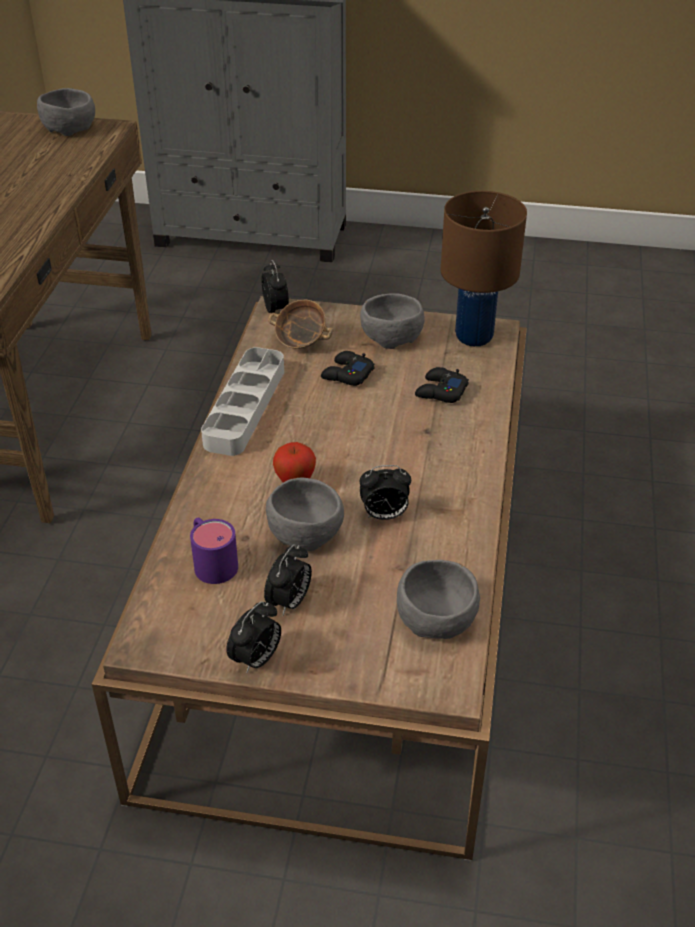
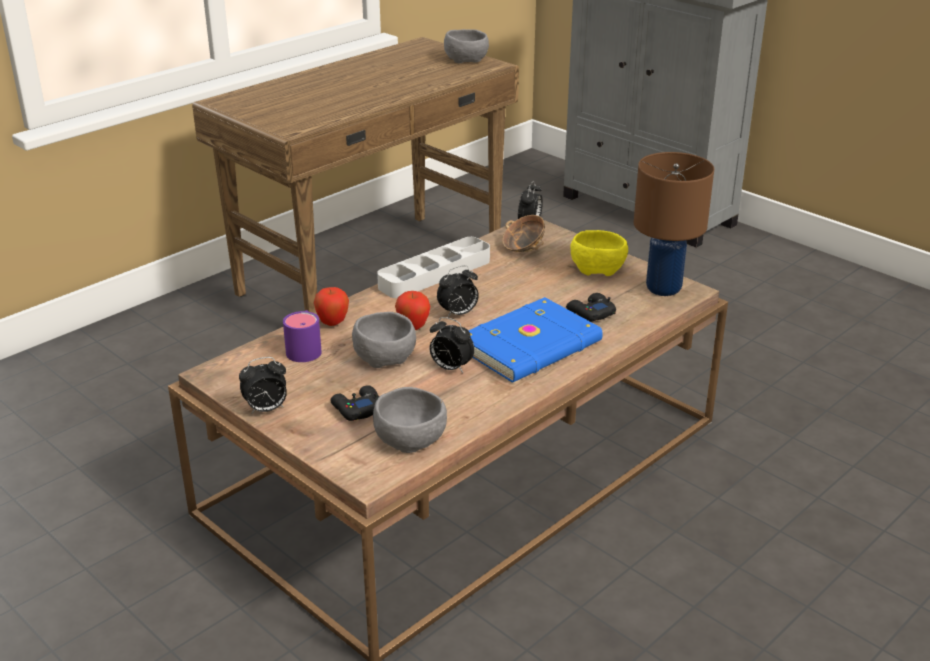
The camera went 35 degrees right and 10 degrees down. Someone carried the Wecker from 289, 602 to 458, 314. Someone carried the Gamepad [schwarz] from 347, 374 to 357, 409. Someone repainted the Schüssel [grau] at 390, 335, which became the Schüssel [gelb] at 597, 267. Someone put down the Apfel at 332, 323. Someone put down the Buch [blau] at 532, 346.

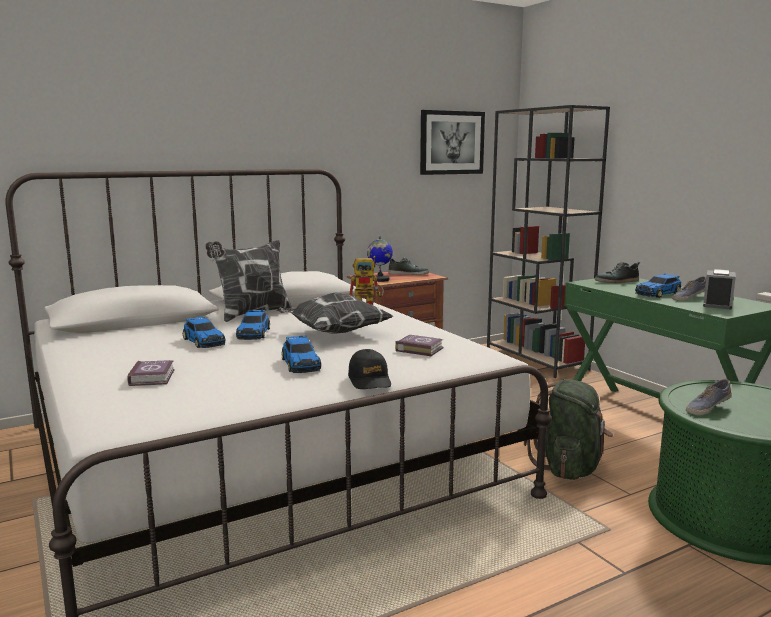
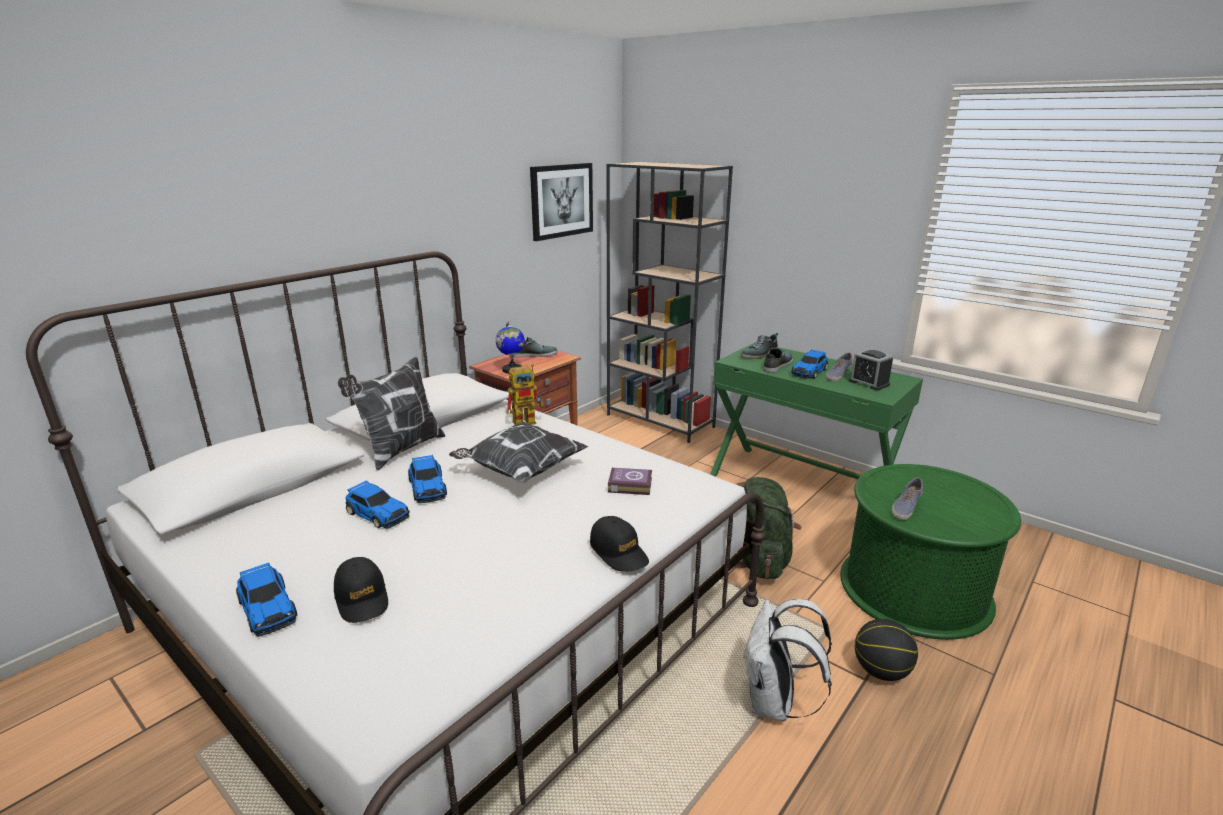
The camera went 20 degrees left and 10 degrees up. Someone swapped the Buch at 153, 377 for the Kappe [schwarz] at 362, 598. Someone carried the Spielzeugauto from 301, 364 to 268, 608. Someone rotated the Wecker at 717, 304 by 135 degrees clockwise. Someone put down the Rucksack [weiß] at 774, 703. Someone put down the Schuh at 777, 365. Someone put down the Basketball at 881, 671.

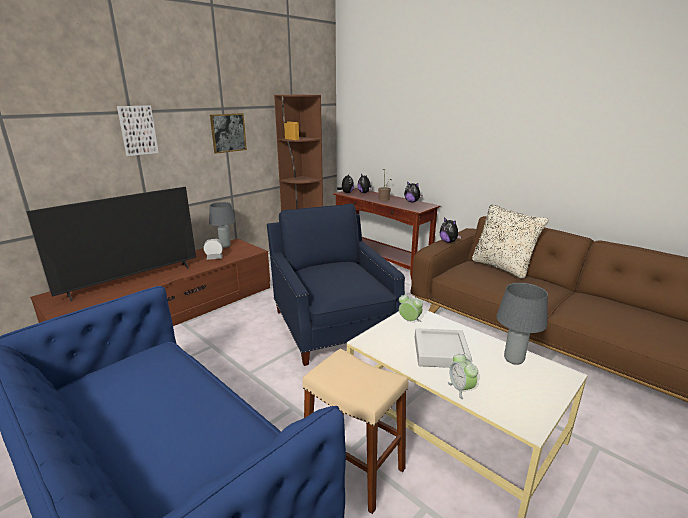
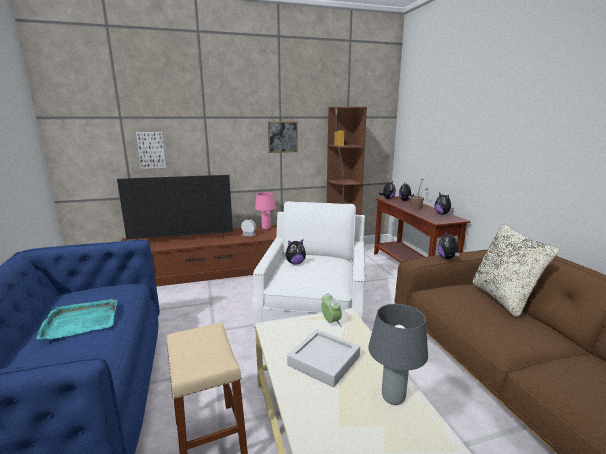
The camera went 30 degrees right and 5 degrees down. Someone carried the Bild from 137, 130 to 151, 150. Someone repainted the Tischlampe [grau] at 224, 246, which became the Tischlampe [rosa] at 265, 228. Someone repainted the Sessel [blau] at 334, 324, which became the Sessel [weiß] at 314, 313. Someone took away the Wecker at 461, 389. Someone put down the Tablett [türkis] at 81, 321. Someone put down the Plüschtier at 295, 263.

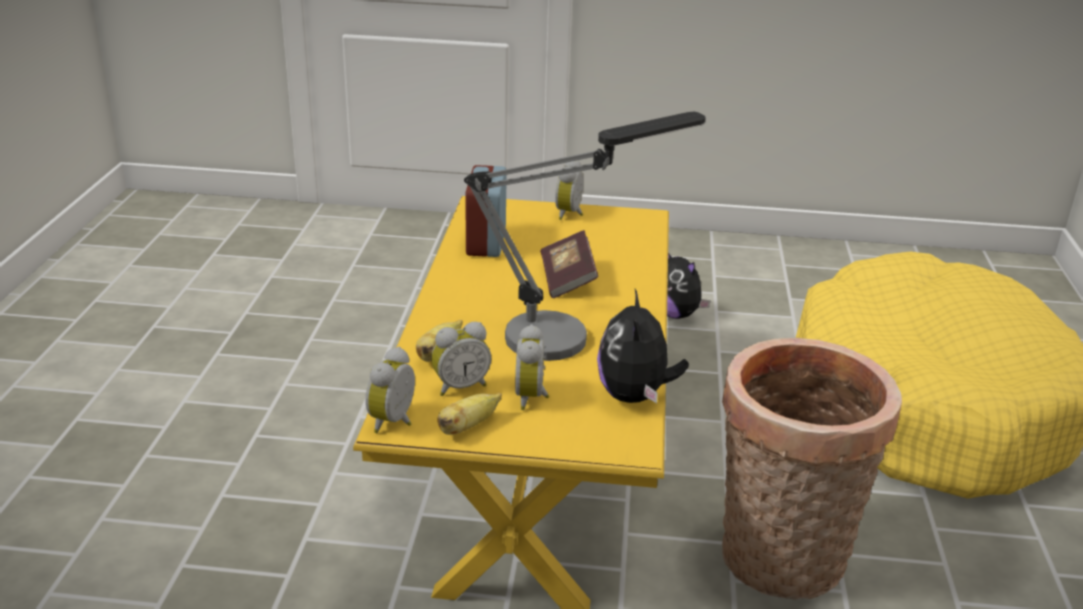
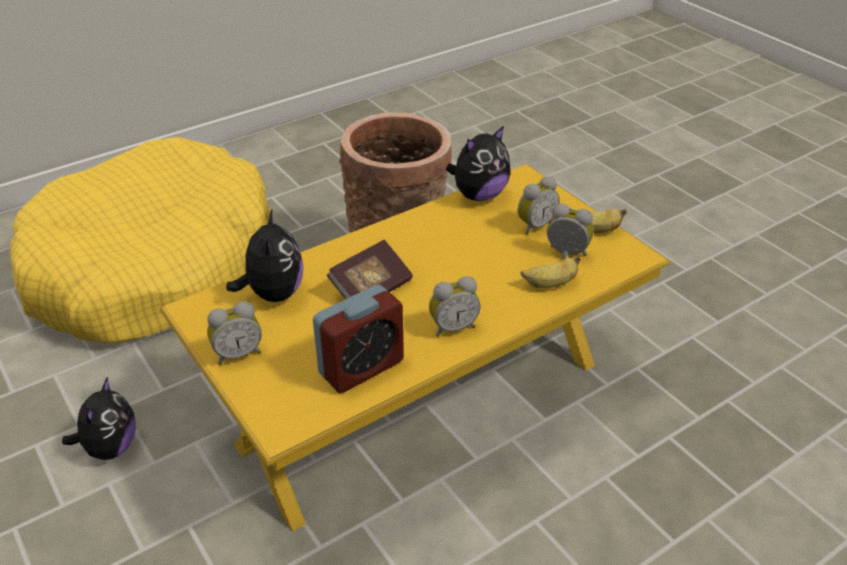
The camera went 130 degrees left and 10 degrees up. Someone carried the Wecker from 395, 422 to 452, 327. Someone took away the Tischlampe at 569, 334. Someone put down the Plüschtier at 273, 293.

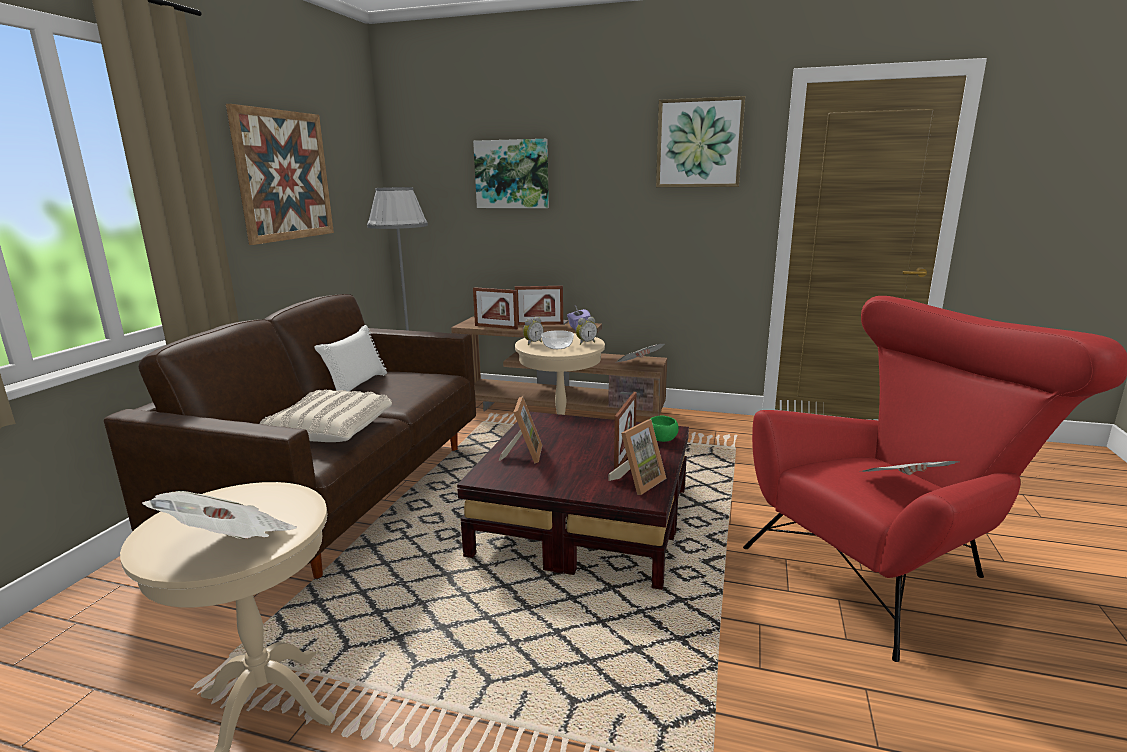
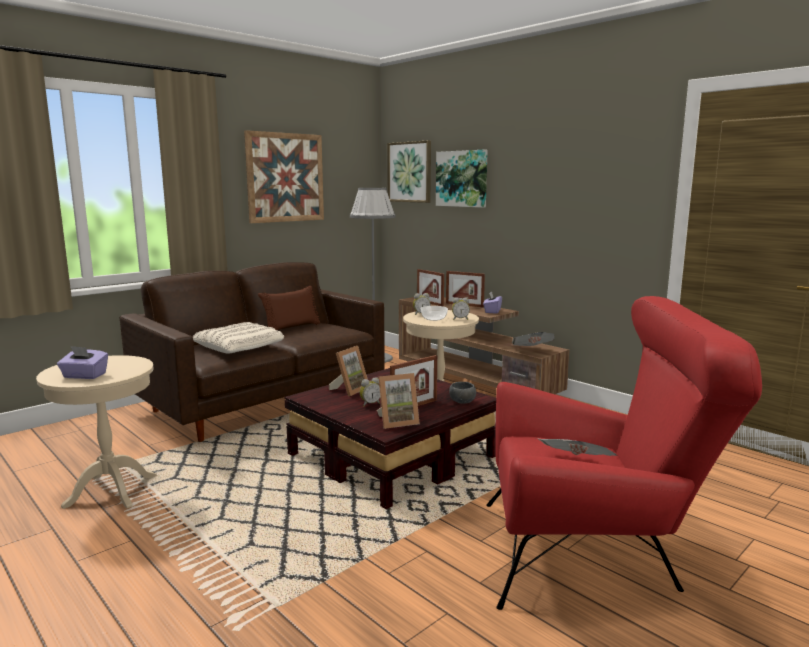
The camera went 30 degrees right and 5 degrees down. Someone swapped the Zeitung at 231, 543 for the Taschentuchbox [lila] at 84, 376. Someone repainted the Kissen [weiß] at 357, 386, which became the Kissen [braun] at 291, 328. Someone repainted the Schüssel [grün] at 661, 439, which became the Schüssel [grau] at 461, 402. Someone carried the Bild from 699, 143 to 410, 172. Someone put down the Wecker at 370, 404.

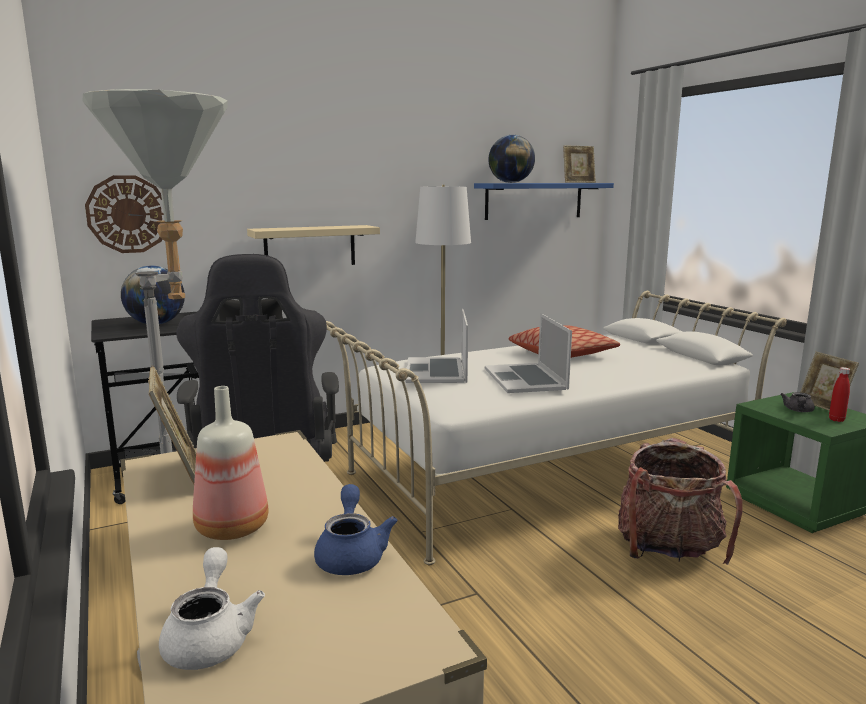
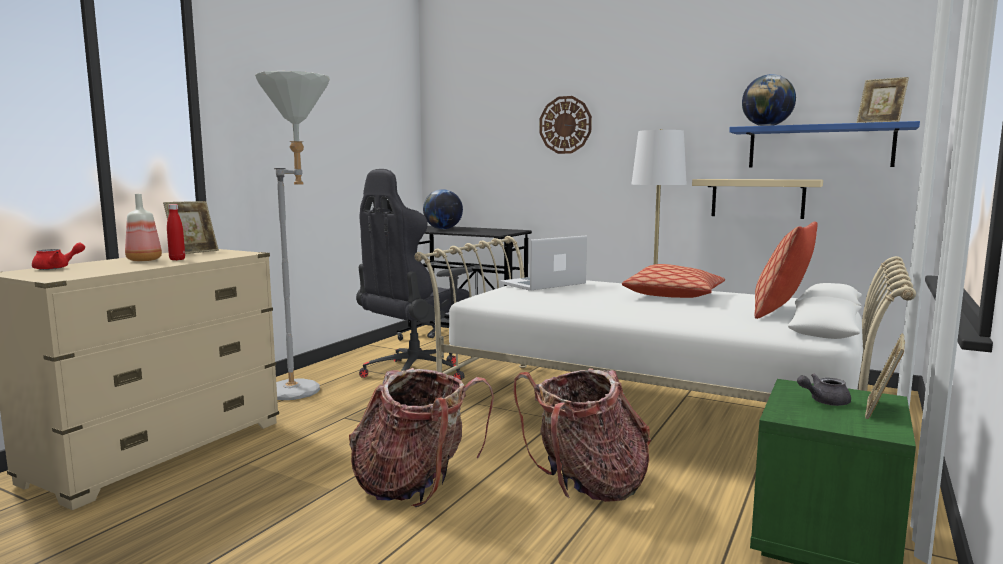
The camera went 55 degrees right and 5 degrees down. Someone carried the Wanduhr from 128, 214 to 565, 125. Someone repainted the Teekanne [weiß] at 211, 636, which became the Teekanne [rot] at 57, 268. Someone carried the Wandregal [beige] from 310, 247 to 757, 198. Someone took away the Teekanne [blau] at 352, 554. Someone took away the Laptop at 525, 378. Someone carried the Flasche [rot] from 836, 419 to 177, 259. Someone put down the Rucksack at 416, 485. Someone put down the Kissen at 781, 312.

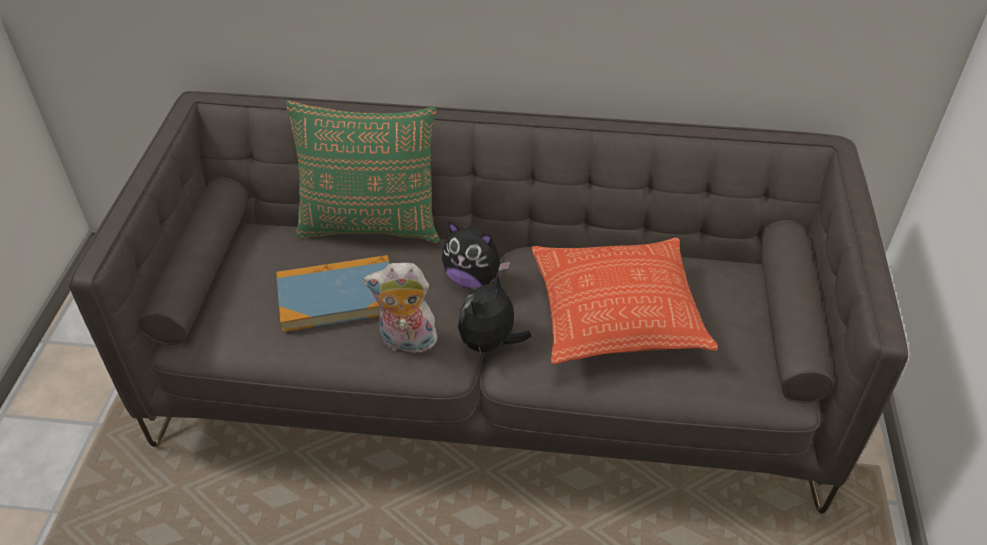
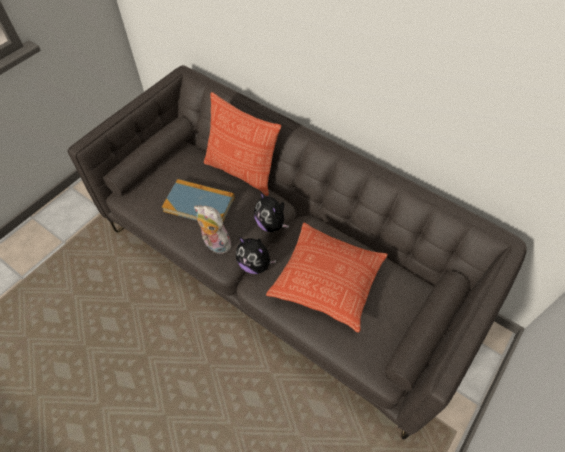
The camera went 30 degrees right and 10 degrees up. Someone repainted the Kissen [grün] at 370, 227, which became the Kissen [orange] at 242, 172. Someone rotated the Plüschtier at 490, 343 by 120 degrees counterclockwise.

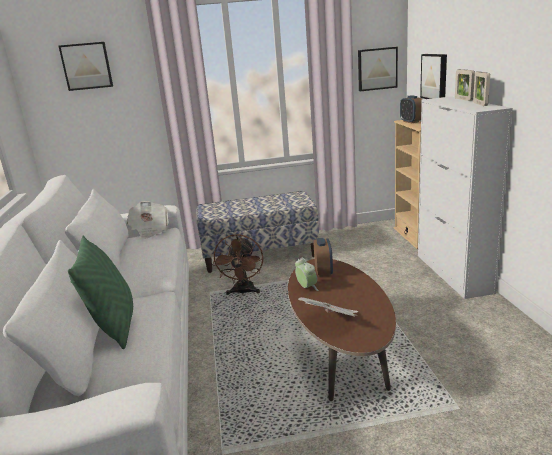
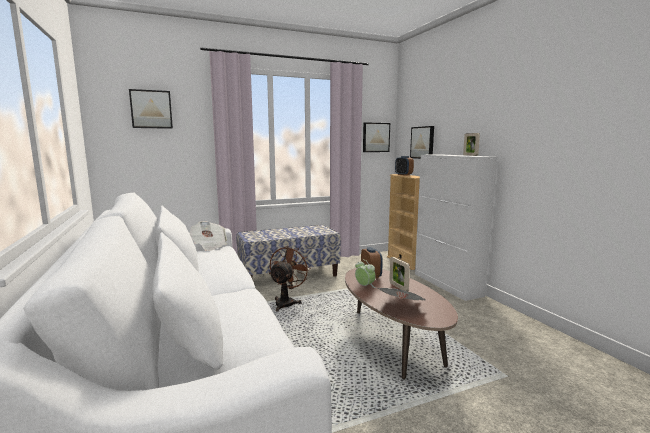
The camera went 15 degrees left and 10 degrees down. Someone took away the Kissen [grün] at 114, 326. Someone rotated the Ventilator [braun] at 243, 292 by 150 degrees counterclockwise. Someone carried the Bilderrahmen from 463, 99 to 398, 287.

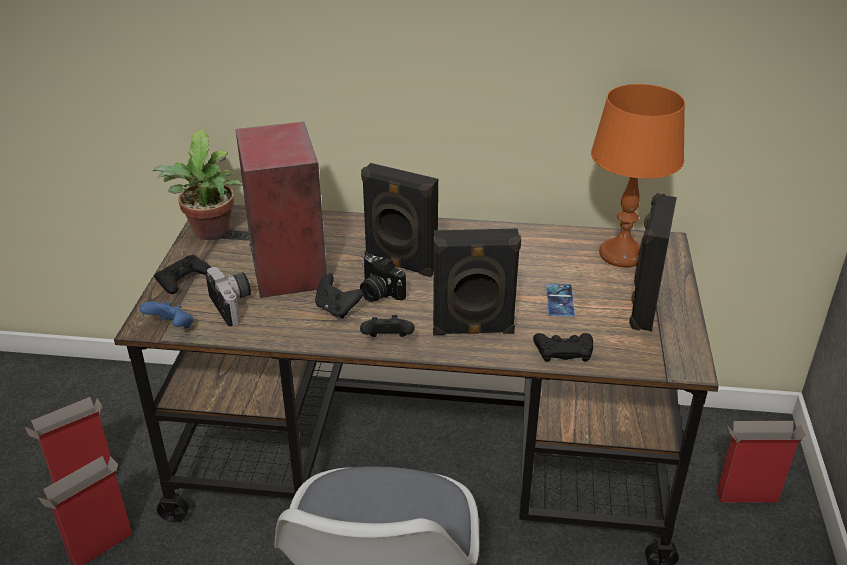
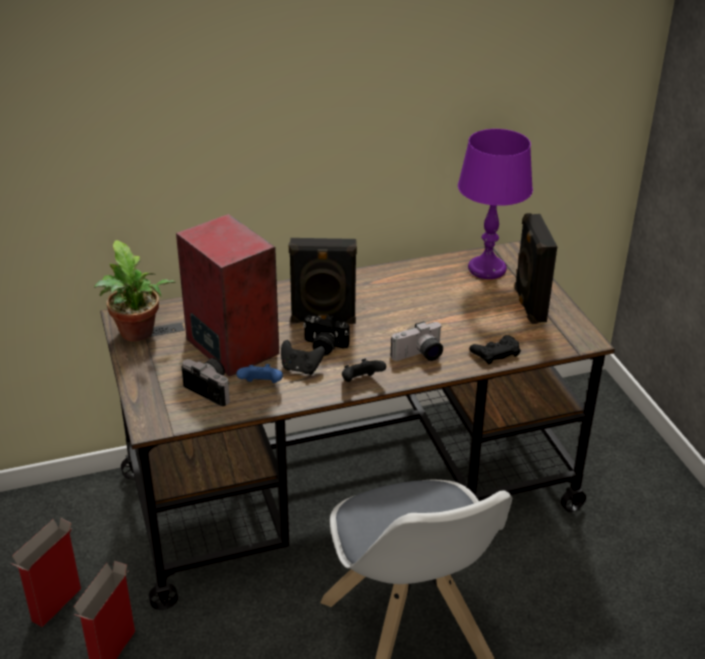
The camera went 25 degrees left and 0 degrees up. Someone carried the Gamepad [blau] from 172, 327 to 261, 385. Someone took away the Gamepad [schwarz] at 183, 279. Someone swapped the Lautsprecher [schwarz] at 473, 330 for the Kamera at 419, 356. Someone took away the Handy at 560, 300. Someone repainted the Tischlampe [orange] at 621, 254, which became the Tischlampe [lila] at 486, 269. Someone took away the Karton at 745, 497.

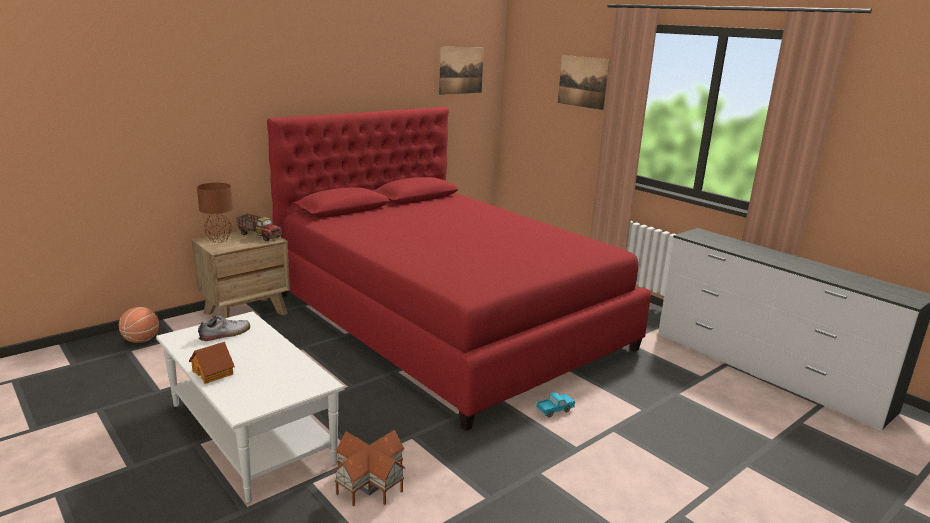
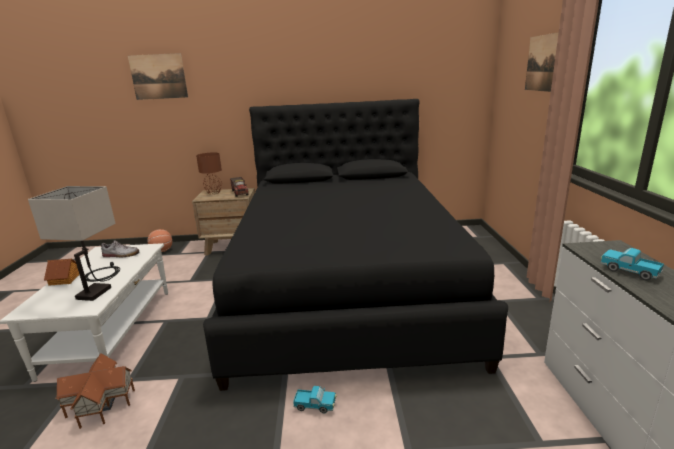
The camera went 40 degrees right and 0 degrees up. Someone repainted the Bett [rot] at 447, 320, which became the Bett [schwarz] at 346, 285. Someone carried the Bild from 461, 70 to 158, 76. Someone put down the Tischlampe at 99, 284. Someone put down the Spielzeuglaster at 628, 271.

